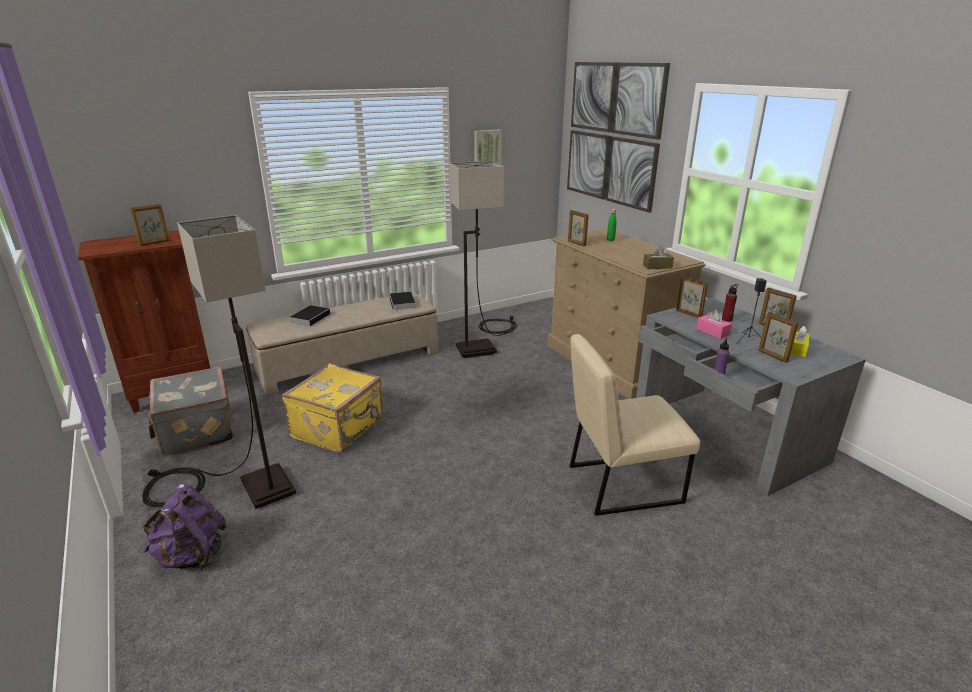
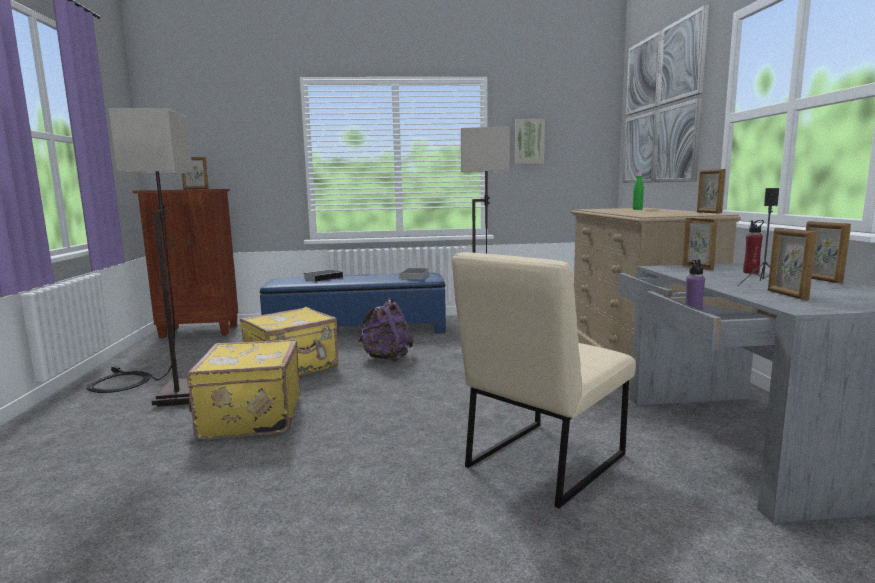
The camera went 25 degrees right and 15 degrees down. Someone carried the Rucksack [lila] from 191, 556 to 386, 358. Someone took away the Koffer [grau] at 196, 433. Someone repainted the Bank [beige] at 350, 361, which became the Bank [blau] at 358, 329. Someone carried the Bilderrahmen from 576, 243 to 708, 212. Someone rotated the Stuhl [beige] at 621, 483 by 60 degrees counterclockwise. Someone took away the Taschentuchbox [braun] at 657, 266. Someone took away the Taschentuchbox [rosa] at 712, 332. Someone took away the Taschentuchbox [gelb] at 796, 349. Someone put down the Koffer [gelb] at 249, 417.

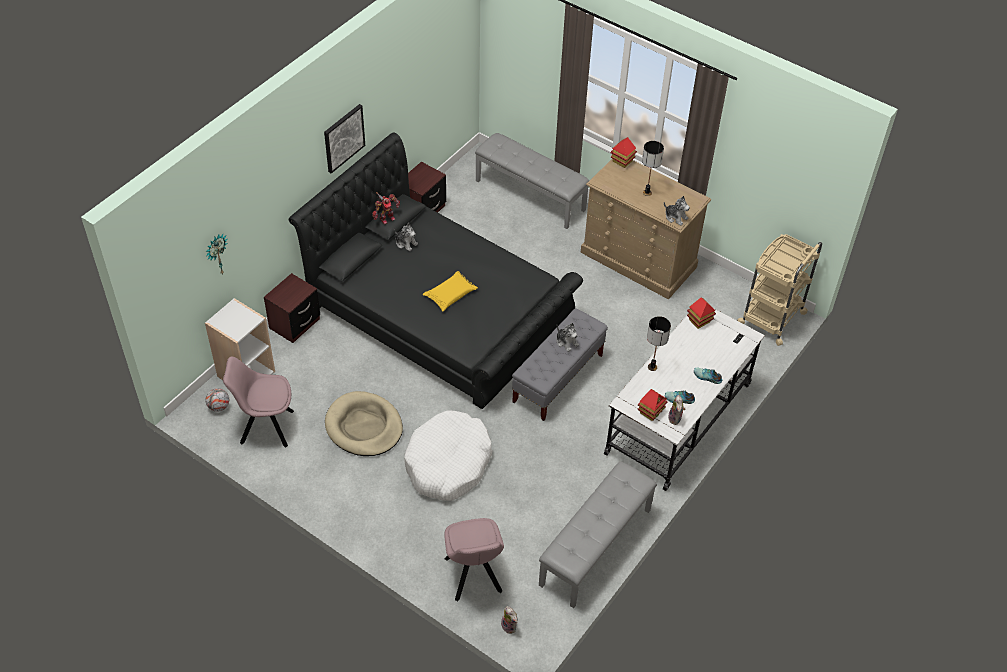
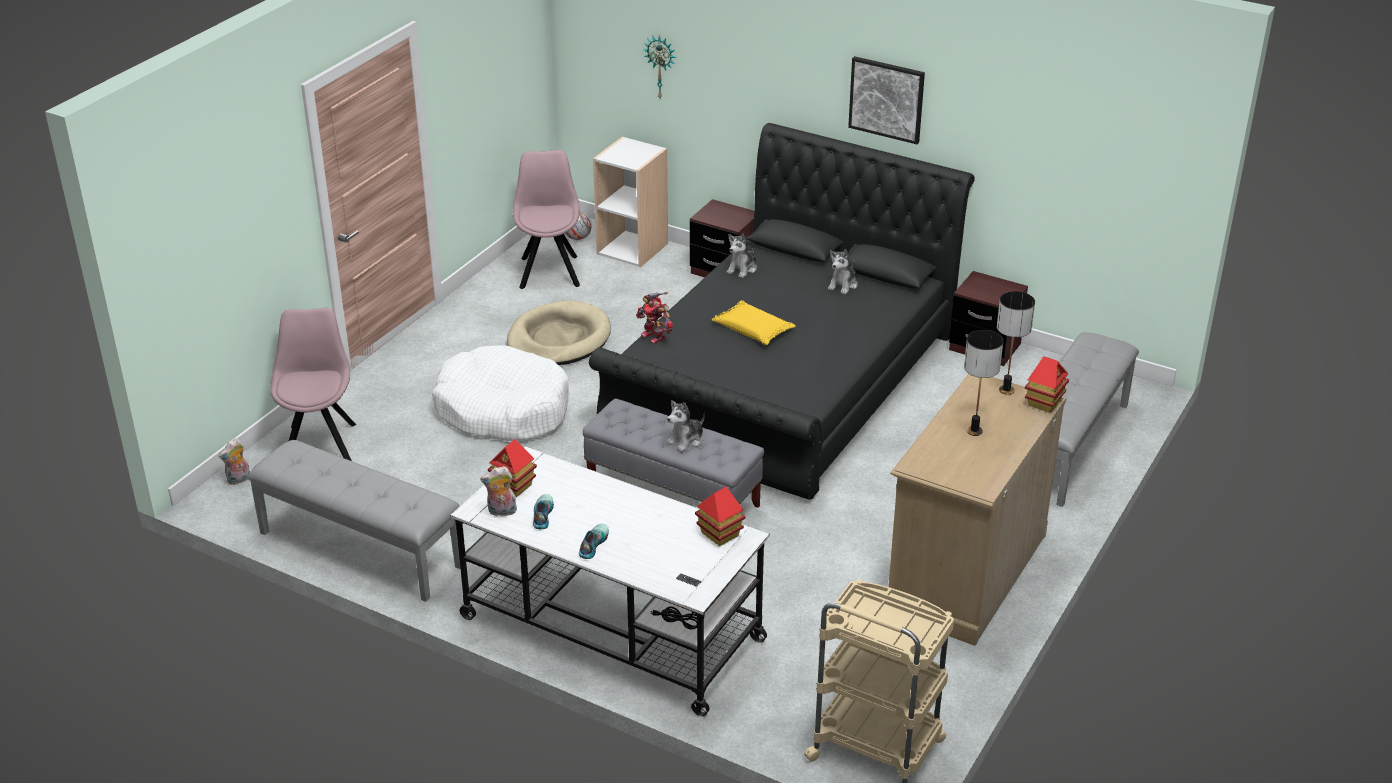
The camera went 85 degrees right and 15 degrees down. Someone carried the Spielzeugroboter from 386, 218 to 654, 336. Someone rotated the Stuhl [rosa] at 473, 575 by 105 degrees clockwise. Someone carried the Tischlampe from 652, 367 to 1006, 390. Someone carried the Plüschtier from 675, 217 to 742, 269.

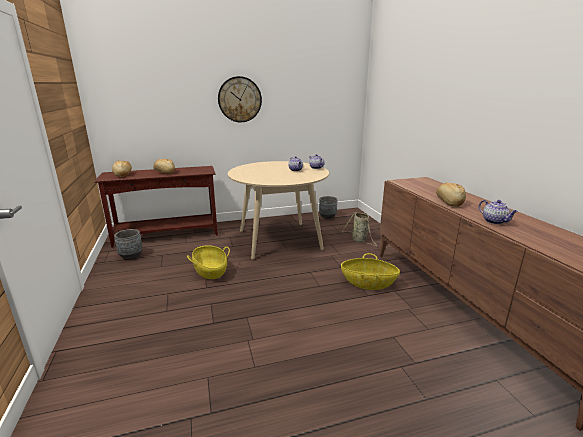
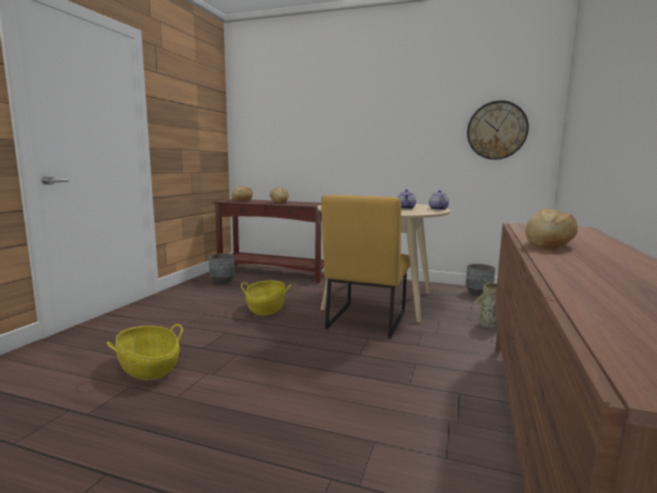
The camera went 35 degrees right and 10 degrees down. Someone carried the Wanduhr from 239, 99 to 497, 130. Someone carried the Korb from 368, 283 to 149, 367. Someone took away the Teekanne at 495, 221. Someone put down the Stuhl [gelb] at 365, 320.

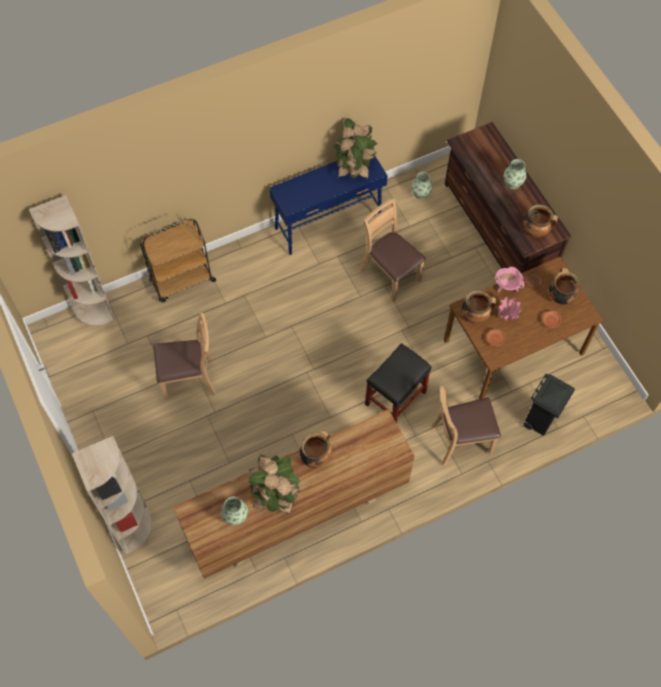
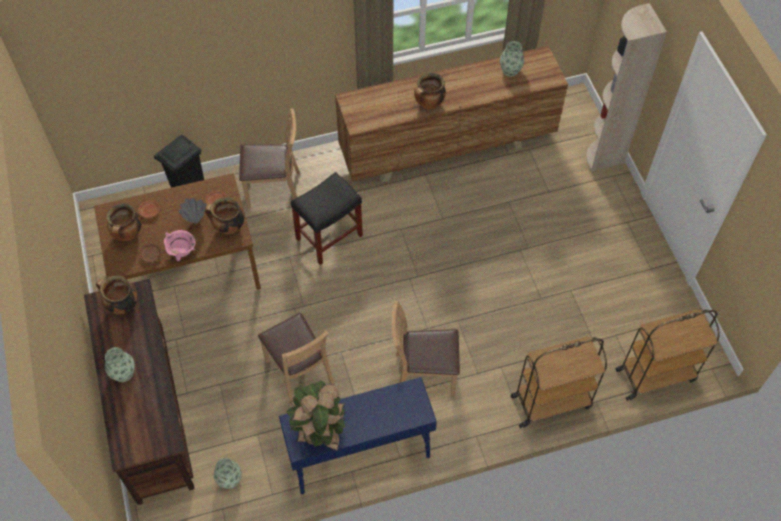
The camera went 170 degrees left and 5 degrees down. Someone swapped the Bücherregal [beige] at 95, 314 for the Rollwagen [braun] at 656, 375. Someone carried the Stuhl [braun] from 189, 379 to 423, 375. Someone took away the Topfpflanze at 276, 495. Someone repainted the Vase [rosa] at 507, 317, which became the Vase [grau] at 195, 221.

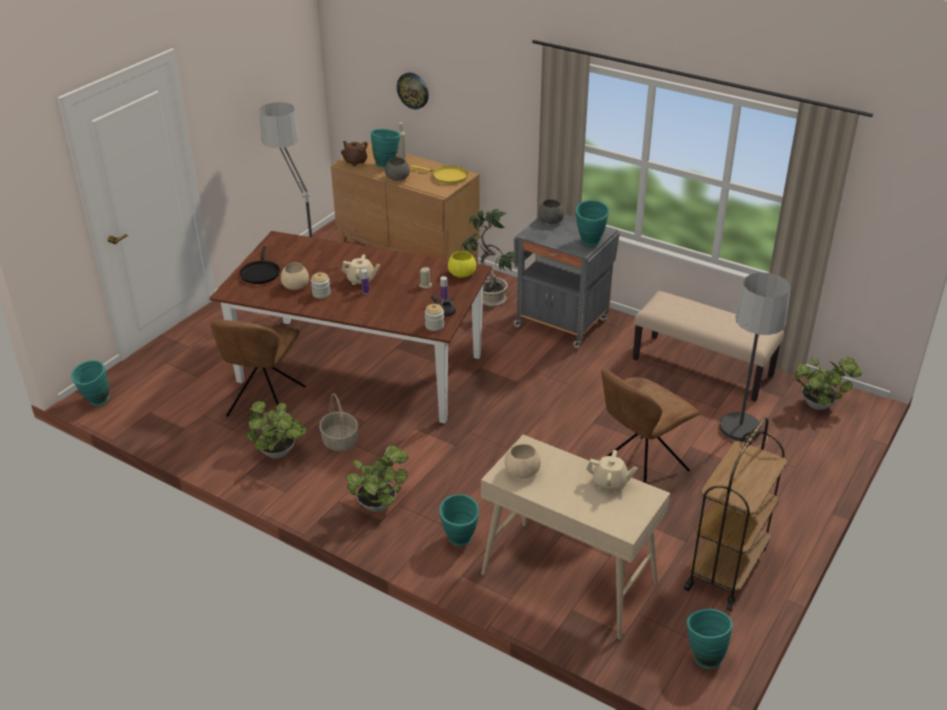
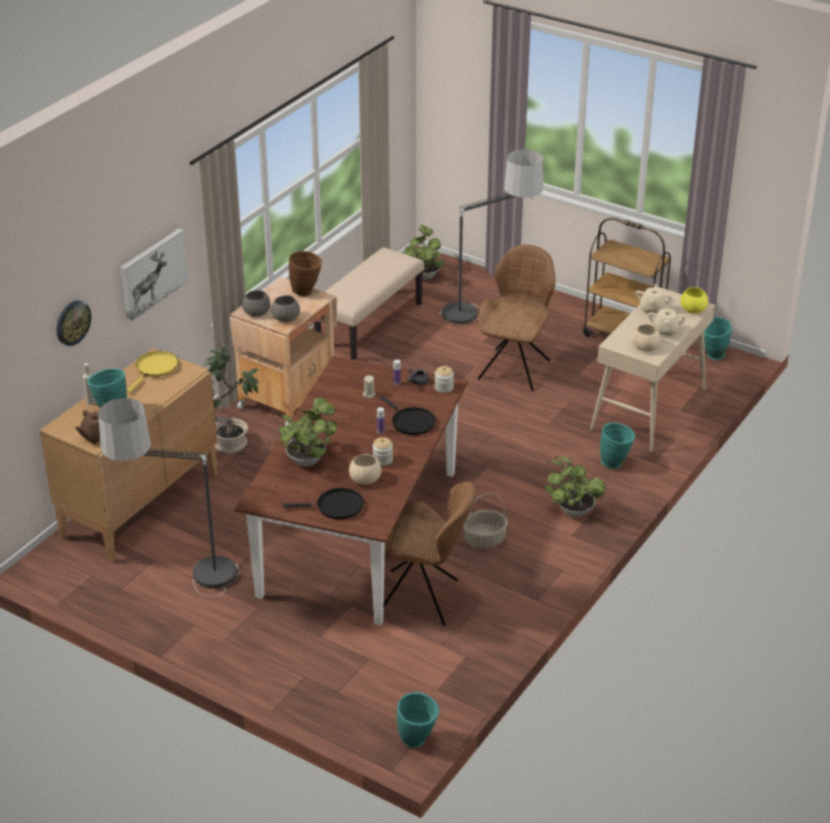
The camera went 90 degrees left and 0 degrees up. Someone carried the Topfpflanze from 280, 453 to 308, 459. Someone carried the Teekanne [beige] from 361, 280 to 665, 331. Someone carried the Schüssel [grau] from 397, 177 to 285, 318. Someone carried the Schüssel [gelb] from 461, 273 to 693, 309. Someone repainted the Rollwagen [grau] at 562, 324, which became the Rollwagen [braun] at 287, 398. Someone repainted the Vase [türkis] at 590, 243, which became the Vase [braun] at 306, 292. Someone rotated the Stuhl [braun] at 639, 470 by 120 degrees counterclockwise. Someone put up the Bild at 152, 273. Someone put down the Pfanne [schwarz] at 411, 422.

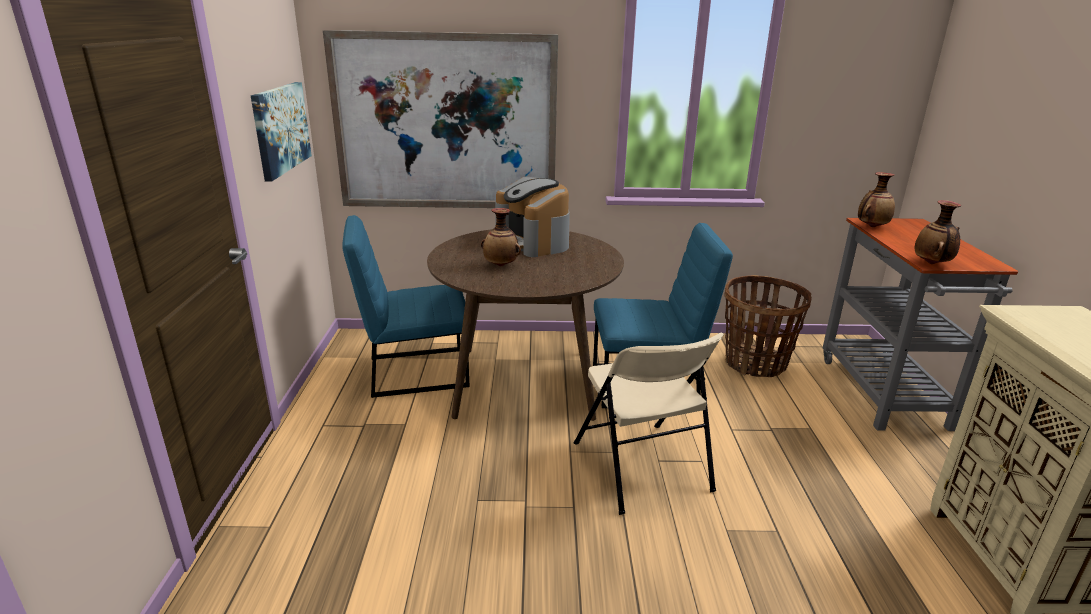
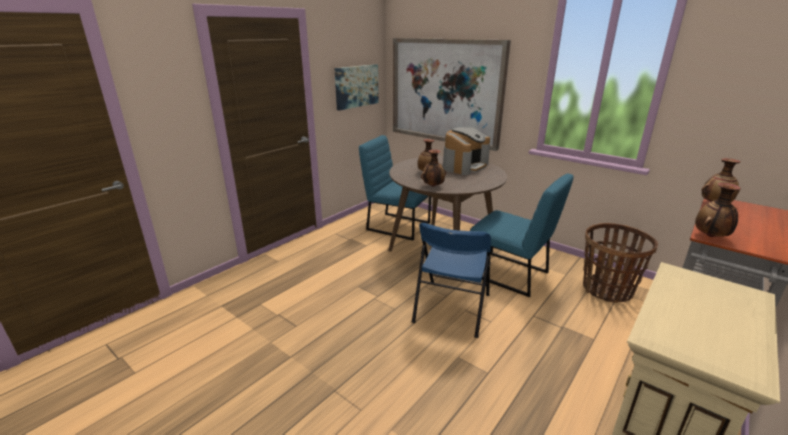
The camera went 40 degrees right and 0 degrees up. Someone rotated the Kaffeemaschine at 533, 242 by 150 degrees counterclockwise. Someone repainted the Stuhl [beige] at 640, 466, which became the Stuhl [blau] at 451, 308. Someone put down the Vase at 433, 186.

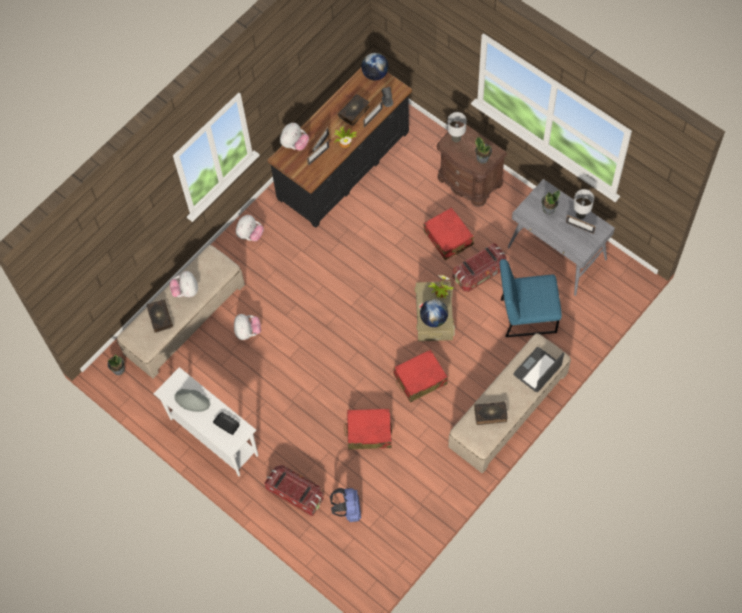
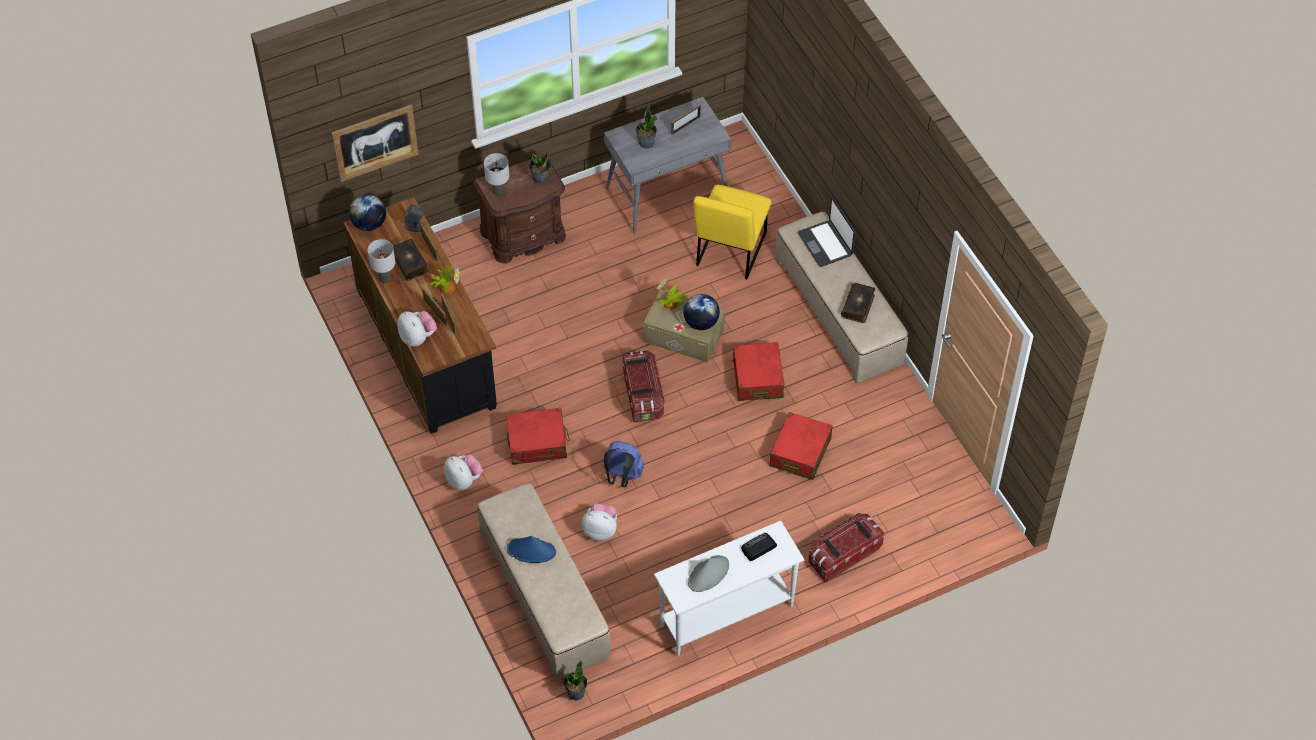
The camera went 70 degrees left and 10 degrees down. Someone took away the Buch at 159, 317. Someone swapped the Plüschtier at 186, 291 for the Hut [blau] at 531, 550. Someone carried the Rucksack [blau] from 348, 510 to 622, 477. Someone carried the Koffer [rot] from 448, 238 to 537, 443. Someone carried the Aufbewahrungsbox from 480, 273 to 642, 395. Someone repainted the Stuhl [blau] at 526, 315, which became the Stuhl [gelb] at 730, 250. Someone carried the Tischlampe [weiß] from 580, 215 to 384, 278. Someone put up the Bild at 375, 142.

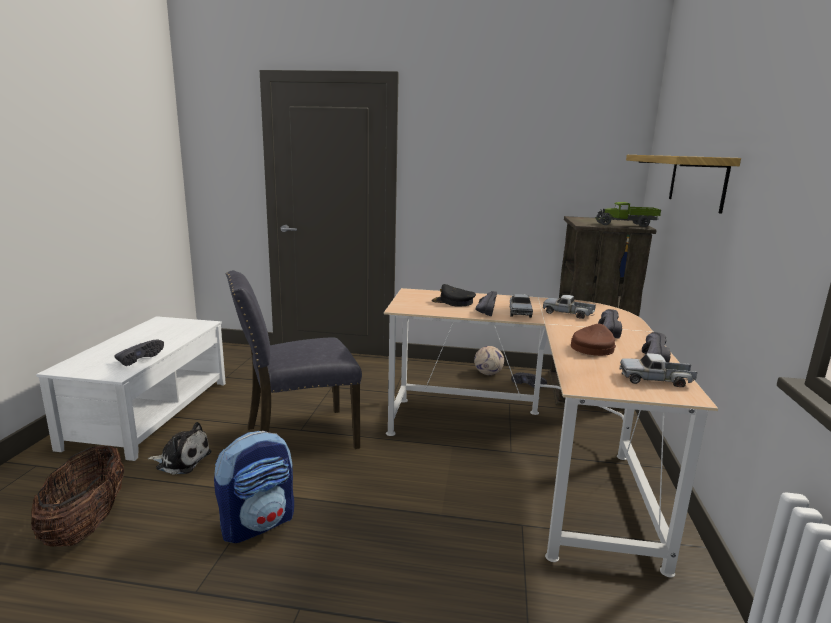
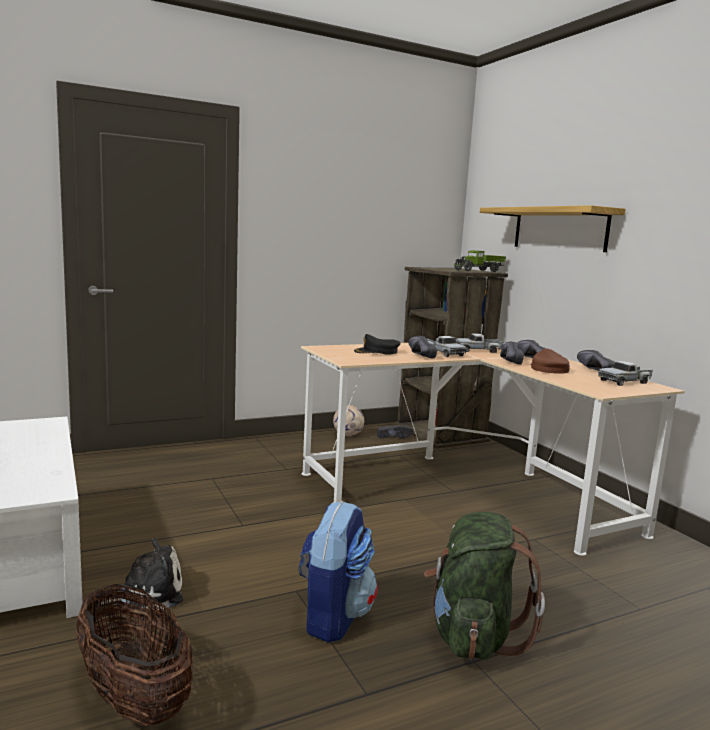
The camera went 35 degrees left and 5 degrees down. Someone carried the Schuh [schwarz] from 139, 358 to 506, 360. Someone took away the Stuhl [grau] at 298, 436. Someone put down the Rucksack [grün] at 473, 635.

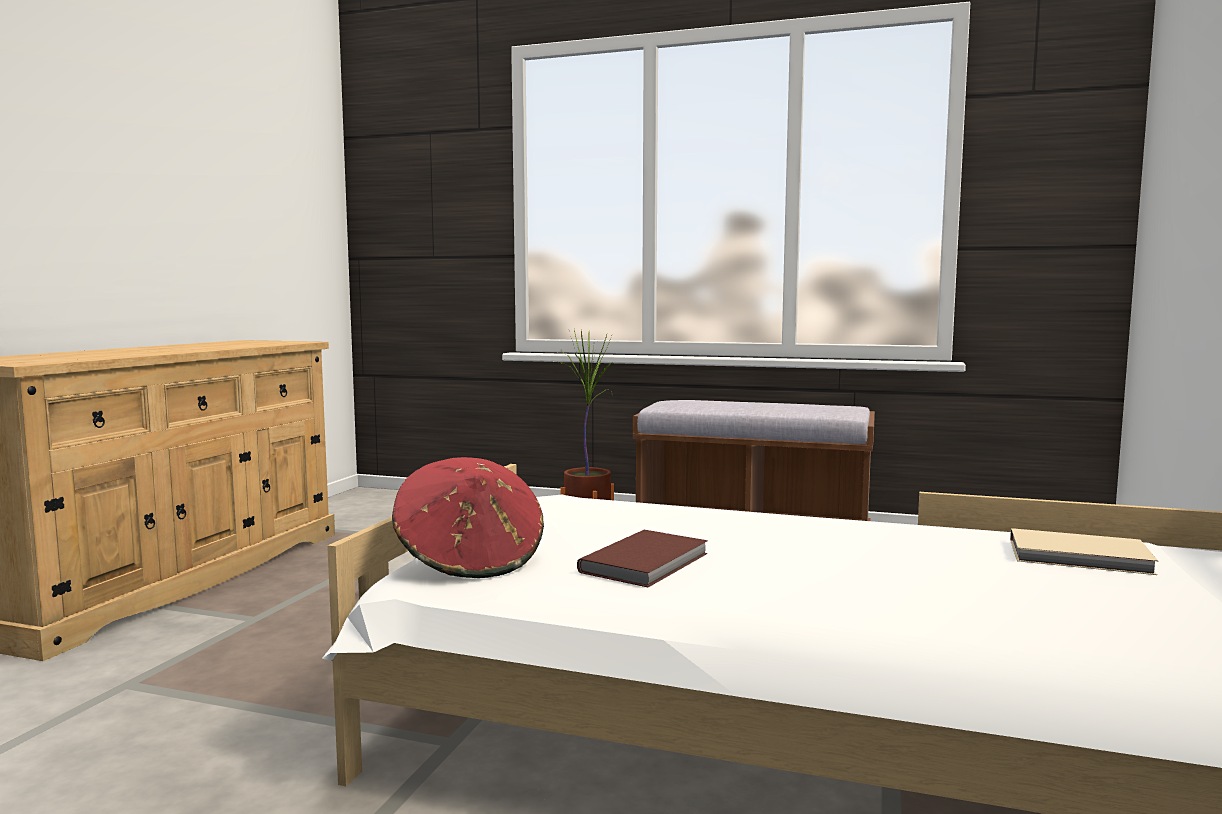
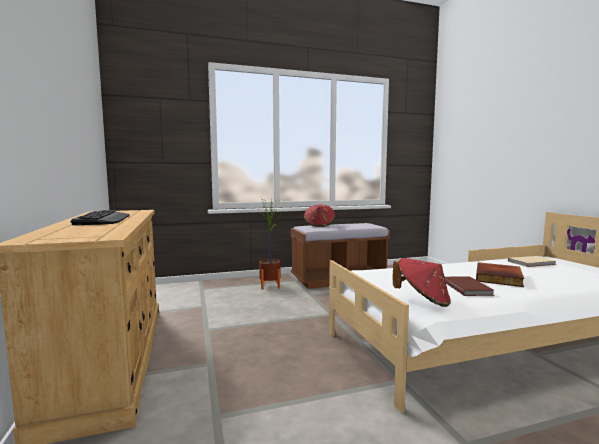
The camera went 35 degrees left and 0 degrees up. Someone put down the Tastatur at 103, 219. Someone put down the Hut [rot] at 319, 225. Someone put down the Buch at 499, 277.

